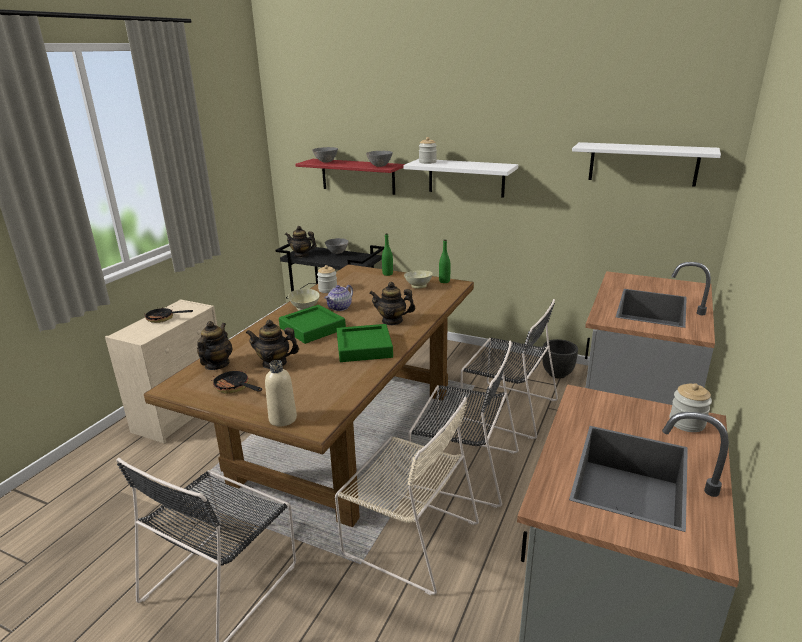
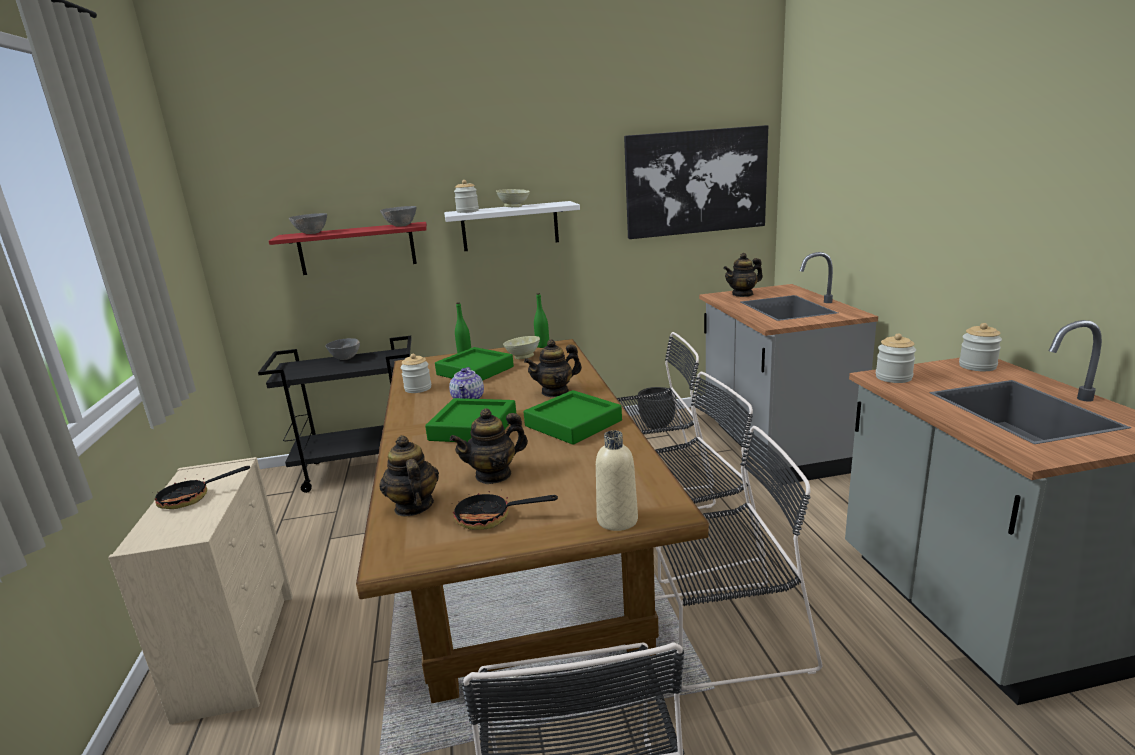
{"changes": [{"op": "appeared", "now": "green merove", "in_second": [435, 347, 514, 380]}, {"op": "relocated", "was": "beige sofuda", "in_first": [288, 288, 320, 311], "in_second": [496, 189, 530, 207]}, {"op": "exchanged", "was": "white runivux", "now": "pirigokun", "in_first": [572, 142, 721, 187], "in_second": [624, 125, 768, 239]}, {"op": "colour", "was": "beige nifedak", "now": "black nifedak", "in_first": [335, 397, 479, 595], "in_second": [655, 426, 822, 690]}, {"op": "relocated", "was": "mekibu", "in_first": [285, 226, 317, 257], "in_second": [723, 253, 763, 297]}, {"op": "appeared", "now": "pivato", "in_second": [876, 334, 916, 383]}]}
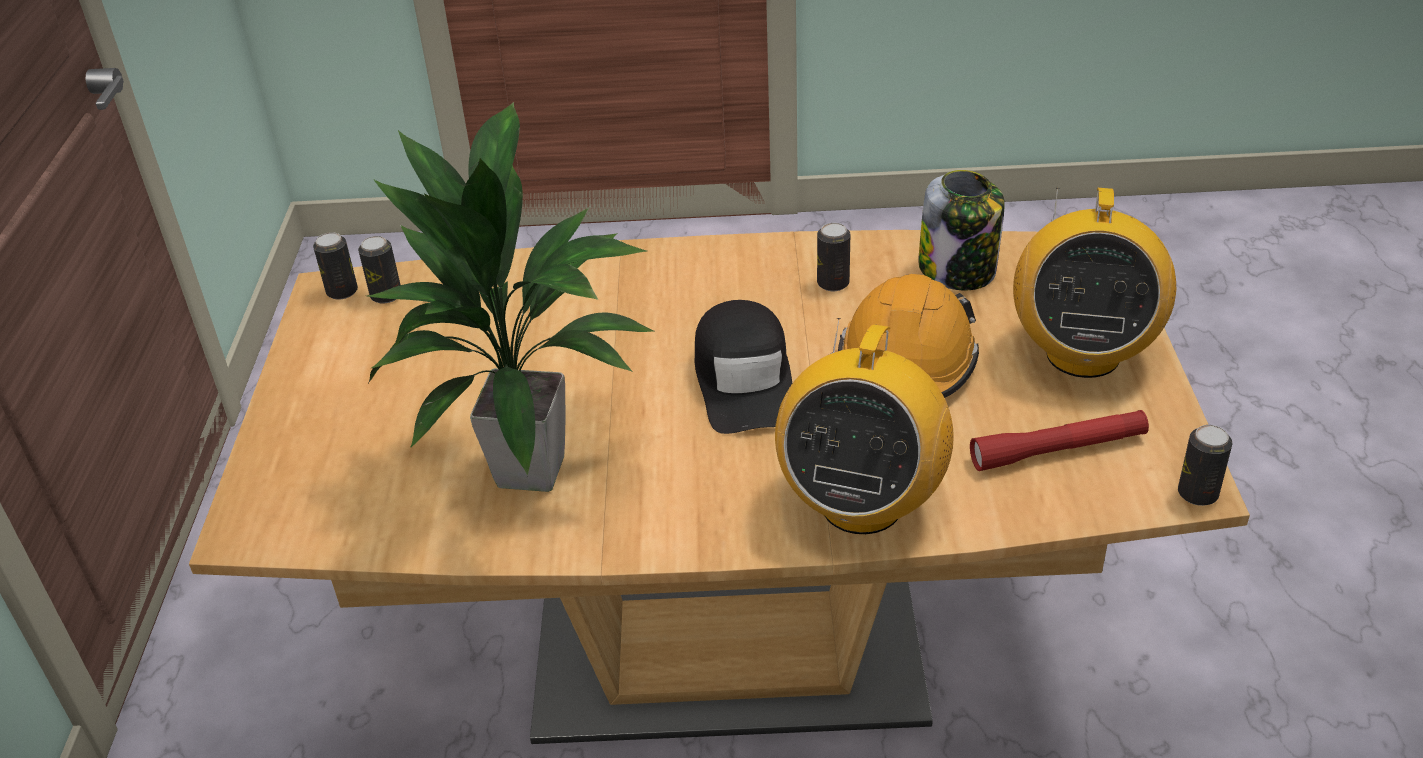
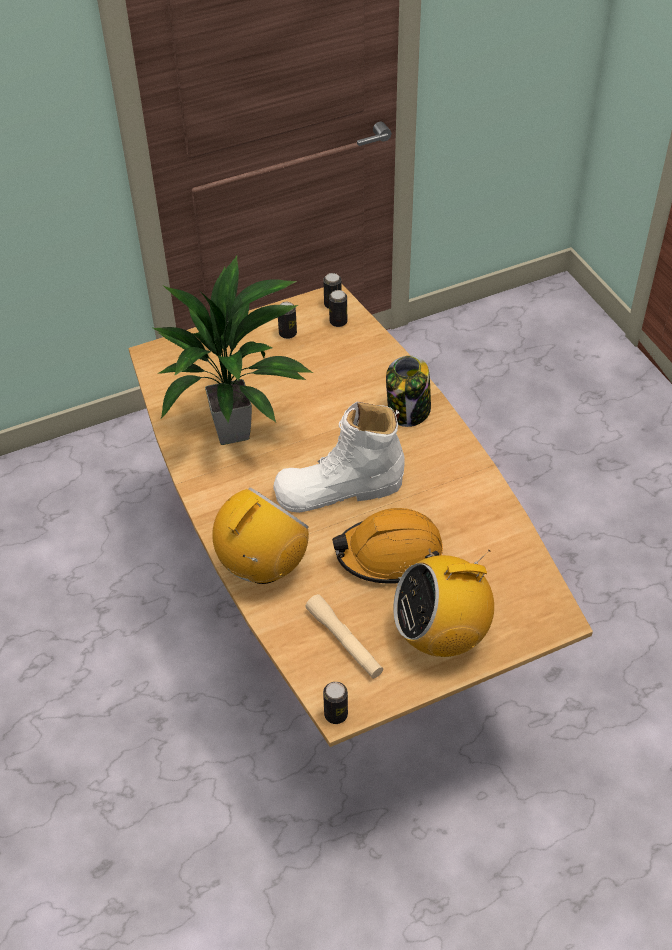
{"changes": [{"op": "spun", "was": "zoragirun", "in_first": [775, 318, 954, 534], "in_second": [212, 487, 309, 584], "clockwise": 135}, {"op": "exchanged", "was": "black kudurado", "now": "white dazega", "in_first": [694, 300, 792, 434], "in_second": [273, 402, 404, 513]}, {"op": "relocated", "was": "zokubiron", "in_first": [817, 223, 850, 291], "in_second": [278, 302, 297, 339]}, {"op": "colour", "was": "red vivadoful", "now": "beige vivadoful", "in_first": [970, 410, 1149, 471], "in_second": [305, 594, 383, 679]}, {"op": "relocated", "was": "pivato", "in_first": [918, 170, 1005, 290], "in_second": [386, 356, 431, 427]}]}
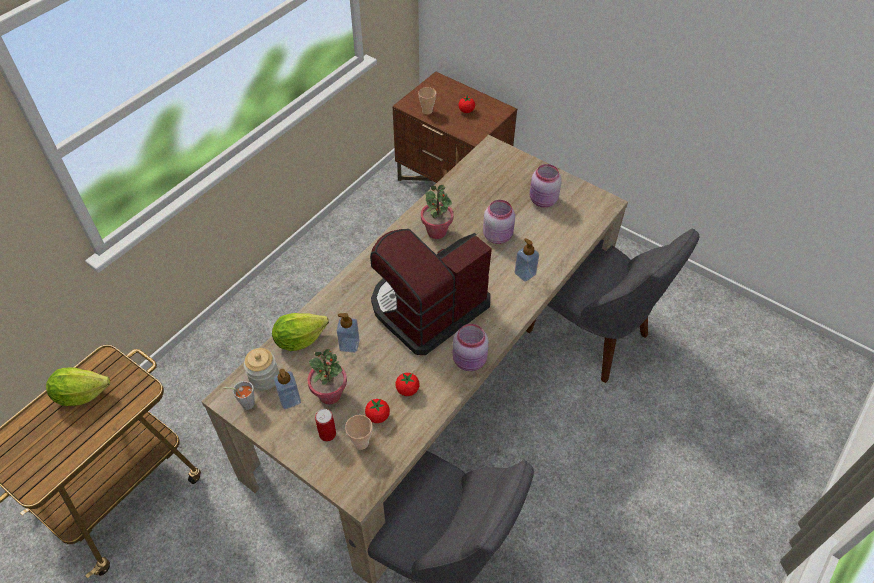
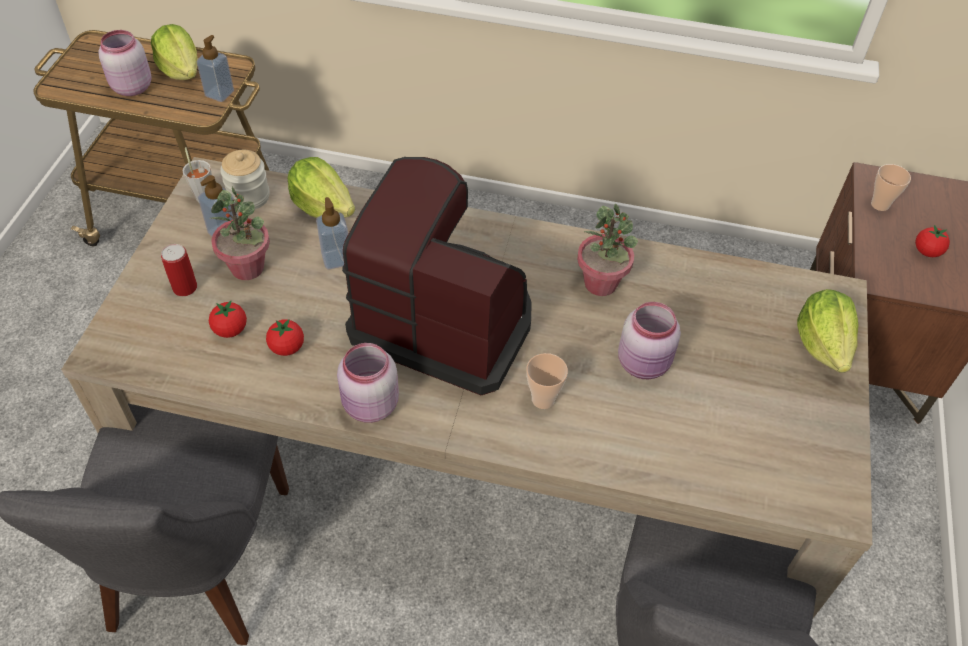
{"changes": [{"op": "relocated", "was": "pink pivato", "in_first": [530, 164, 562, 207], "in_second": [98, 30, 152, 96]}, {"op": "relocated", "was": "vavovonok", "in_first": [515, 238, 539, 282], "in_second": [197, 35, 234, 102]}, {"op": "relocated", "was": "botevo", "in_first": [345, 415, 372, 450], "in_second": [526, 353, 568, 409]}, {"op": "appeared", "now": "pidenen", "in_second": [797, 289, 858, 372]}]}
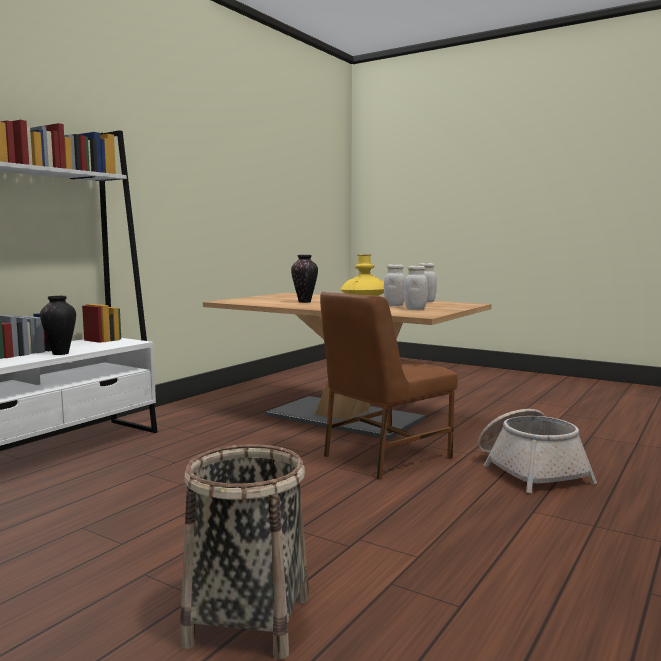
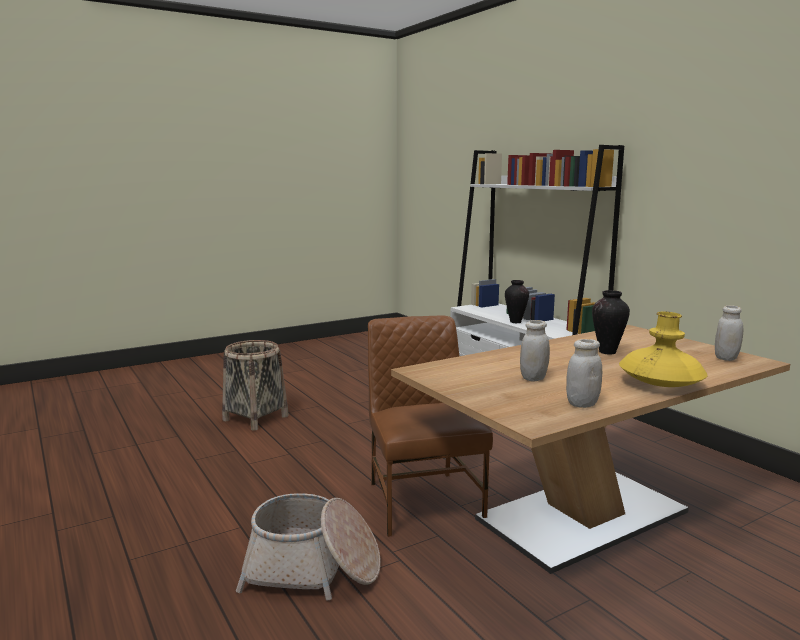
{"changes": [{"op": "relocated", "was": "white pivato", "in_first": [404, 265, 428, 310], "in_second": [715, 305, 743, 361]}]}
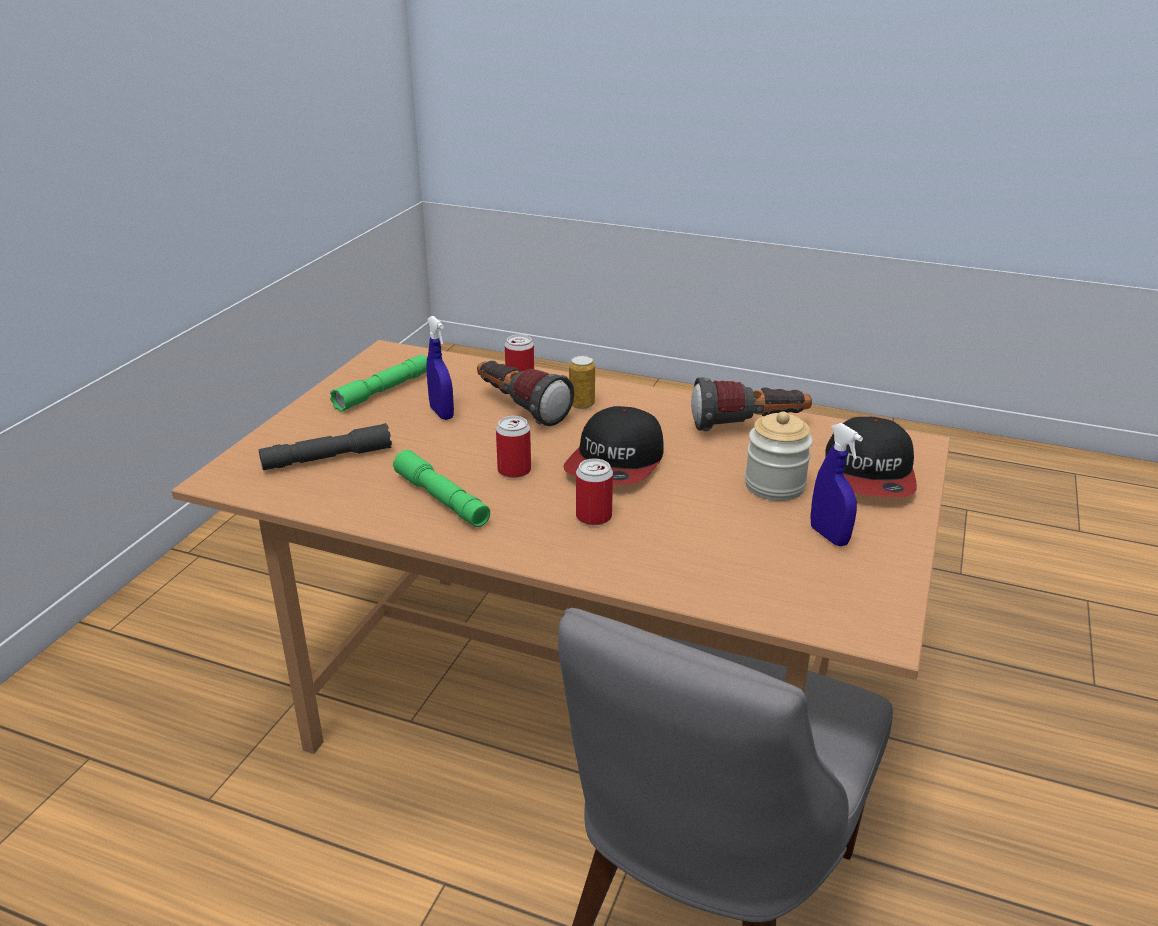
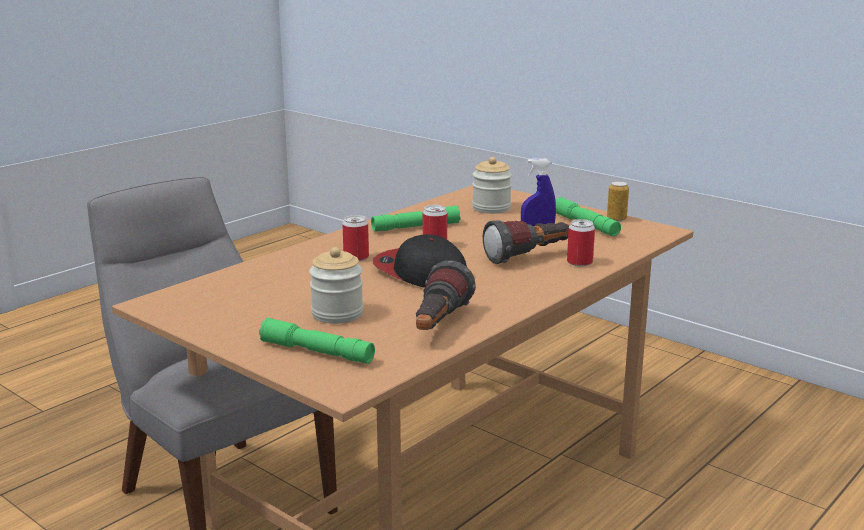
{"changes": [{"op": "exchanged", "was": "kudurado", "now": "green vivadoful", "in_first": [825, 417, 917, 497], "in_second": [259, 318, 375, 364]}, {"op": "exchanged", "was": "grey vivadoful", "now": "pivato", "in_first": [259, 423, 392, 470], "in_second": [472, 157, 512, 214]}, {"op": "relocated", "was": "zokubiron", "in_first": [569, 356, 595, 409], "in_second": [607, 181, 629, 222]}, {"op": "missing", "was": "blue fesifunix", "in_first": [810, 423, 863, 546]}]}
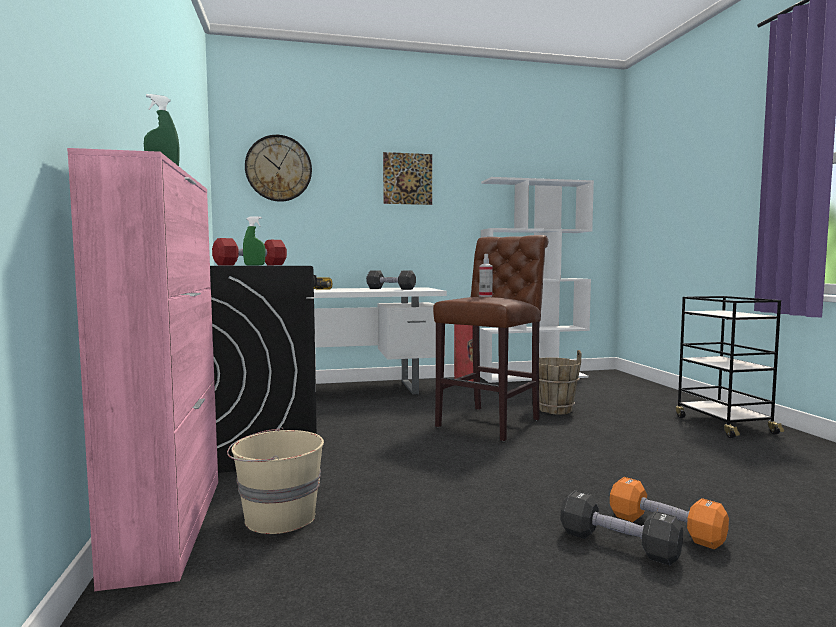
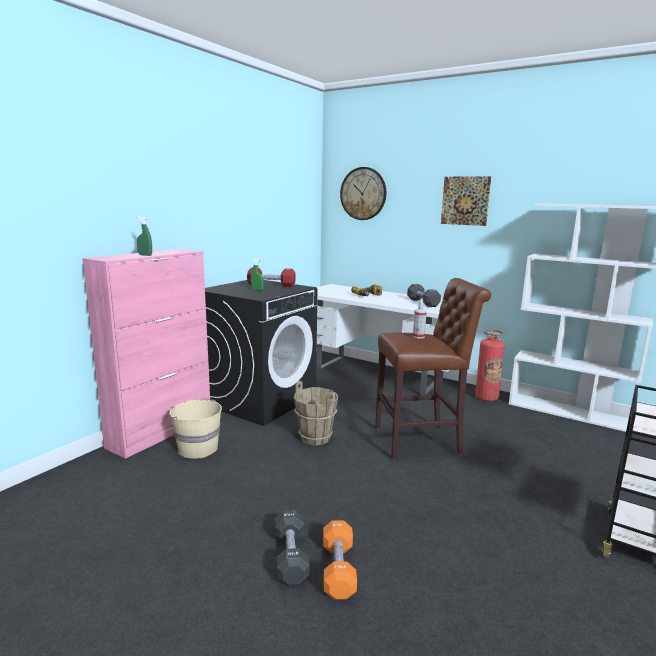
{"changes": [{"op": "relocated", "was": "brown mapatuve", "in_first": [539, 350, 581, 415], "in_second": [294, 381, 338, 446]}]}
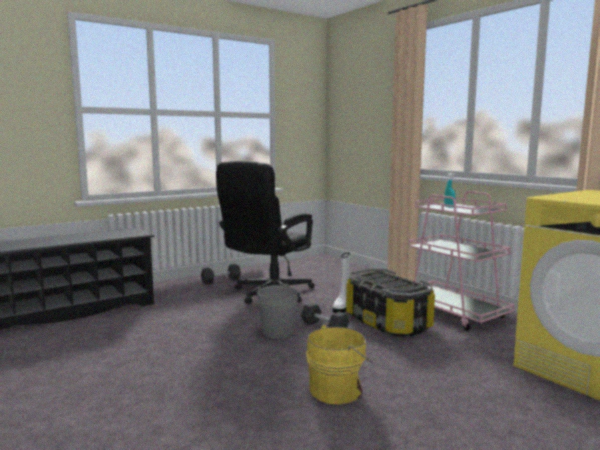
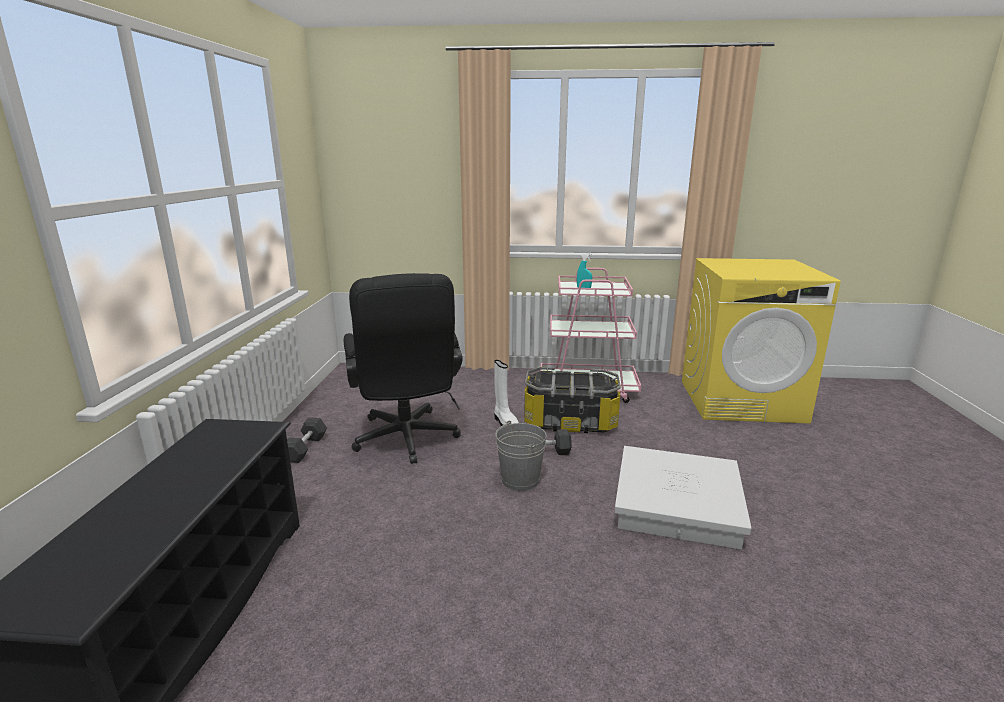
{"changes": [{"op": "exchanged", "was": "yellow mapatuve", "now": "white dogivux", "in_first": [306, 325, 372, 404], "in_second": [615, 446, 751, 550]}]}
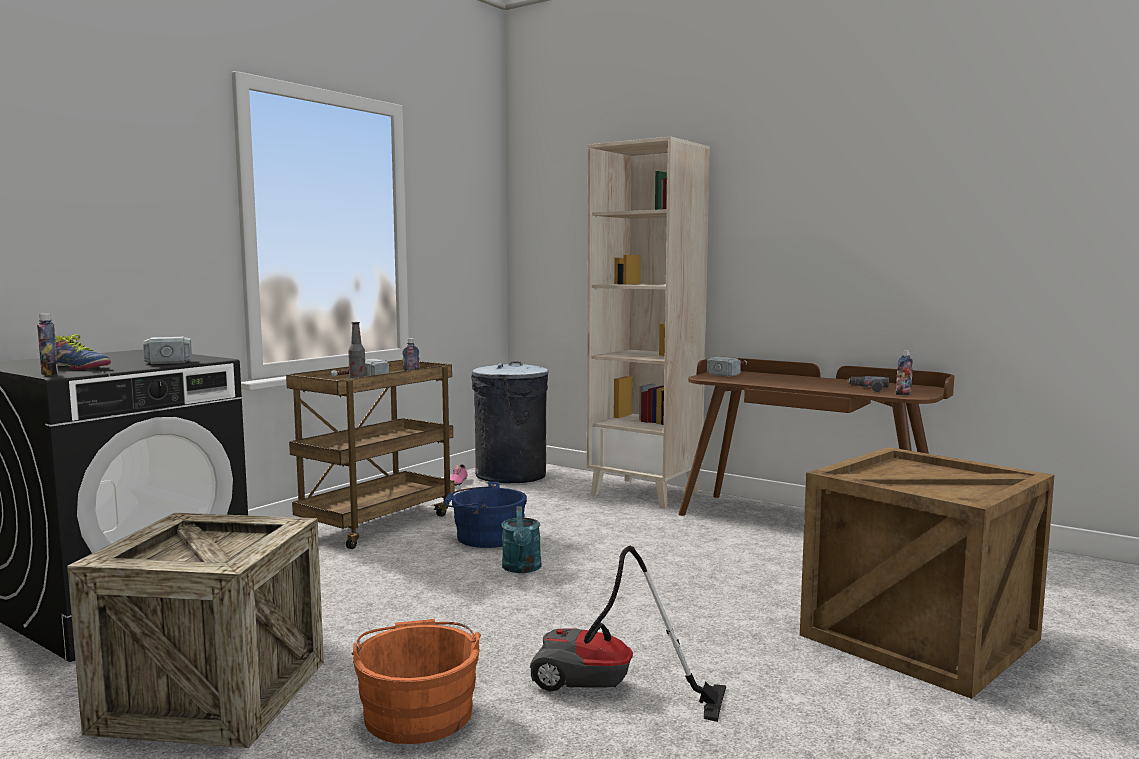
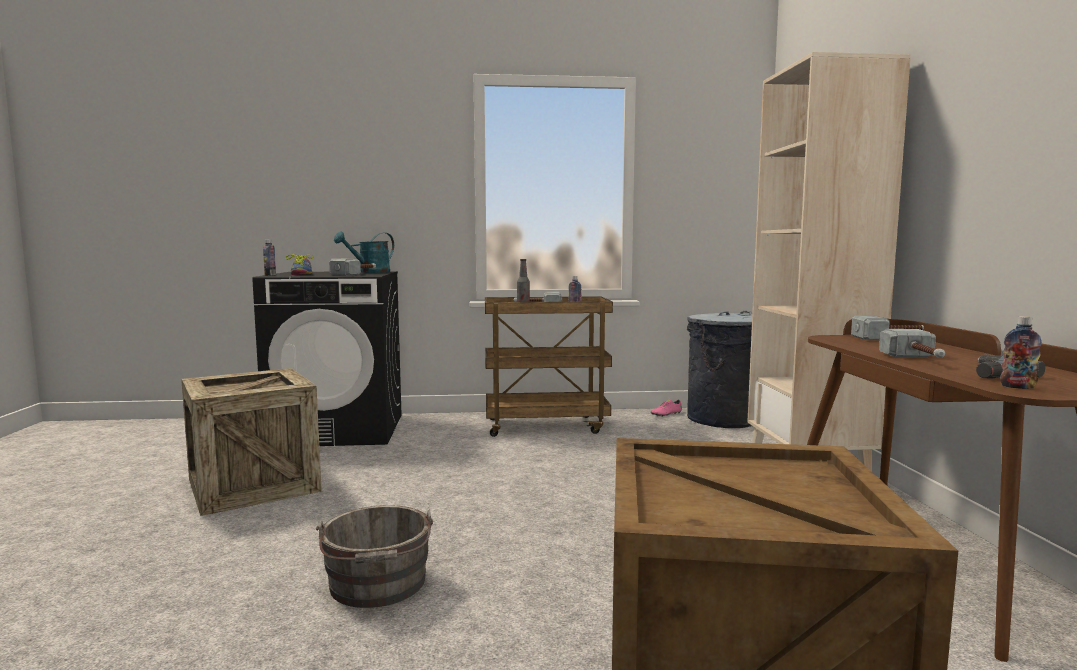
{"changes": [{"op": "exchanged", "was": "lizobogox", "now": "grey mapatuve", "in_first": [530, 546, 726, 722], "in_second": [316, 505, 433, 608]}, {"op": "relocated", "was": "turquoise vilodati", "in_first": [502, 506, 541, 573], "in_second": [334, 231, 394, 273]}, {"op": "appeared", "now": "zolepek", "in_second": [879, 329, 945, 358]}, {"op": "missing", "was": "orange mapatuve", "in_first": [351, 619, 481, 744]}, {"op": "missing", "was": "blue mapatuve", "in_first": [444, 482, 527, 548]}]}
